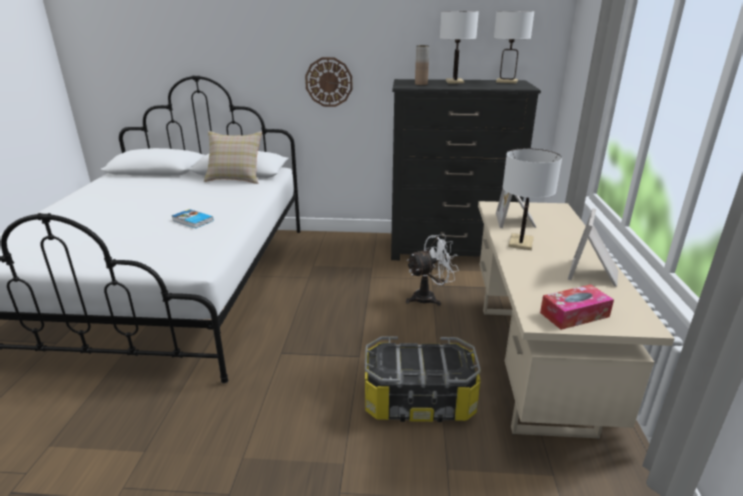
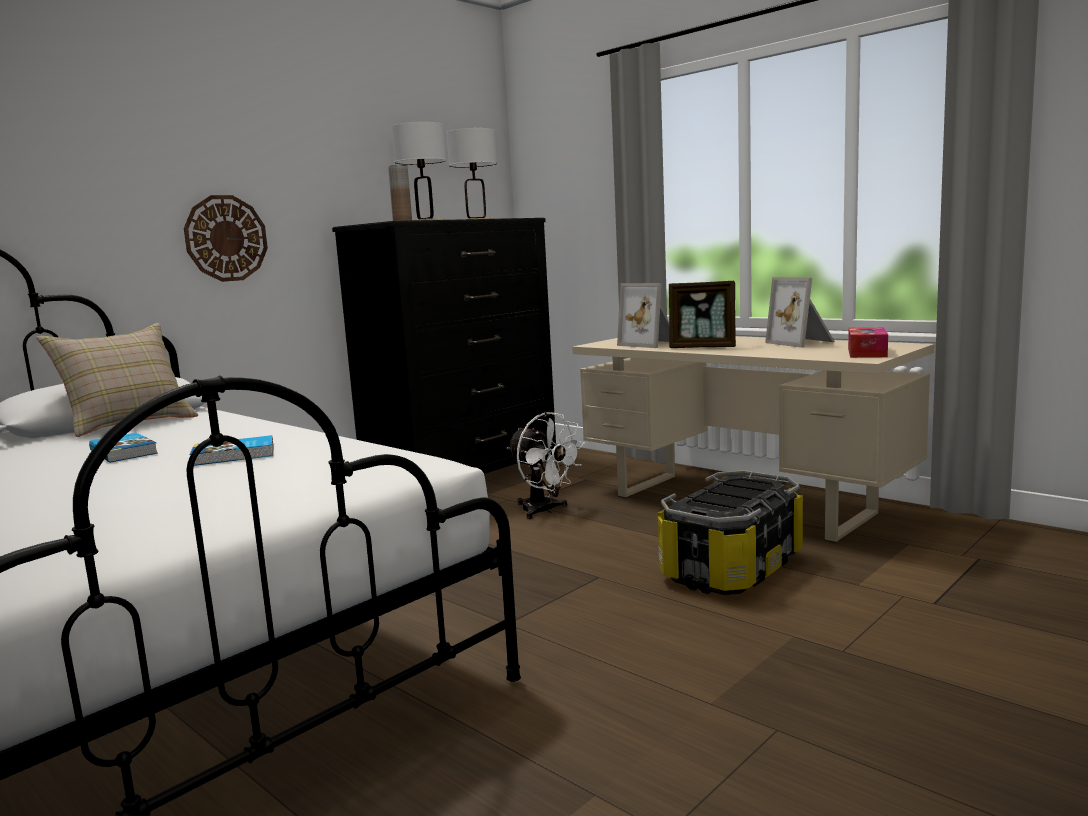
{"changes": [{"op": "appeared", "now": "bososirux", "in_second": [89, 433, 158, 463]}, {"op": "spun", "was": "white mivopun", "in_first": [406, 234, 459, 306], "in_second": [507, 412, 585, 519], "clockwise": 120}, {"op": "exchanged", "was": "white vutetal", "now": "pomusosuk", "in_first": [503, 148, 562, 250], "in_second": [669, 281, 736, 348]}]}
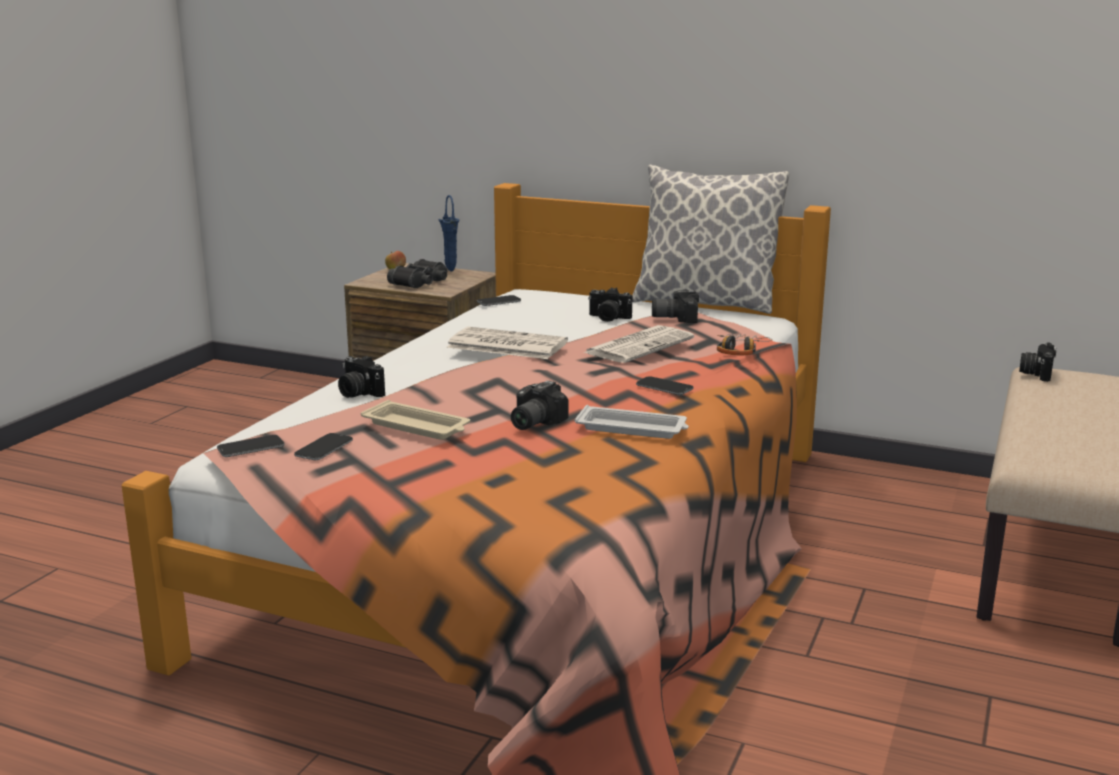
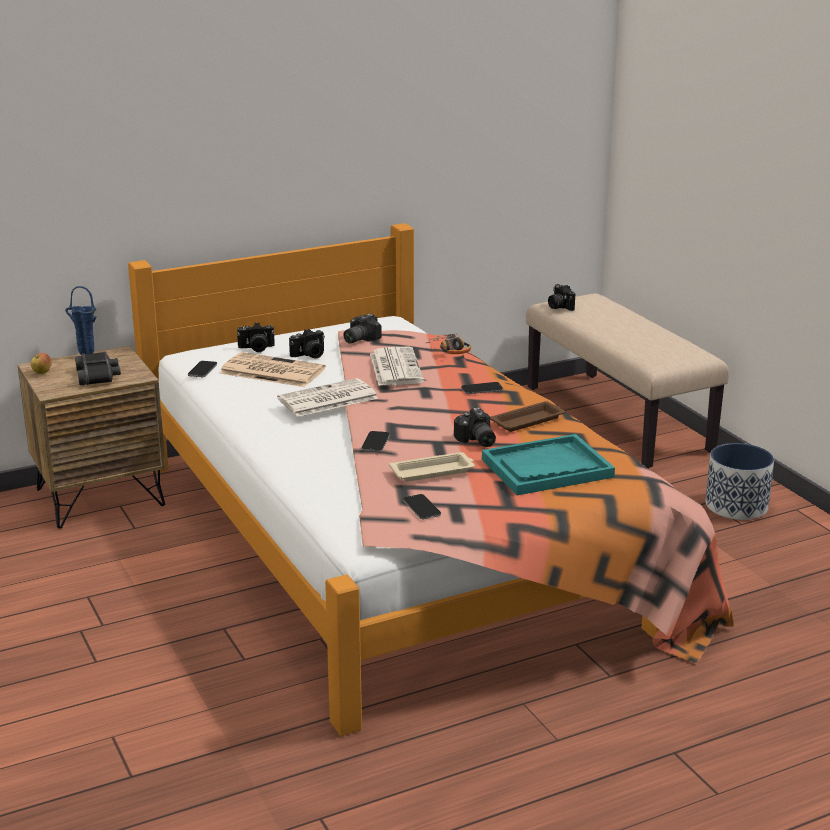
{"changes": [{"op": "appeared", "now": "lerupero", "in_second": [219, 352, 326, 387]}, {"op": "relocated", "was": "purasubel", "in_first": [338, 356, 385, 398], "in_second": [237, 322, 275, 352]}, {"op": "relocated", "was": "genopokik", "in_first": [217, 435, 284, 457], "in_second": [361, 431, 390, 452]}, {"op": "appeared", "now": "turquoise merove", "in_second": [482, 434, 615, 495]}, {"op": "colour", "was": "white merove", "now": "brown merove", "in_first": [574, 405, 689, 439], "in_second": [490, 401, 565, 432]}, {"op": "appeared", "now": "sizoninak", "in_second": [706, 443, 774, 520]}, {"op": "missing", "was": "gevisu", "in_first": [632, 164, 790, 314]}]}
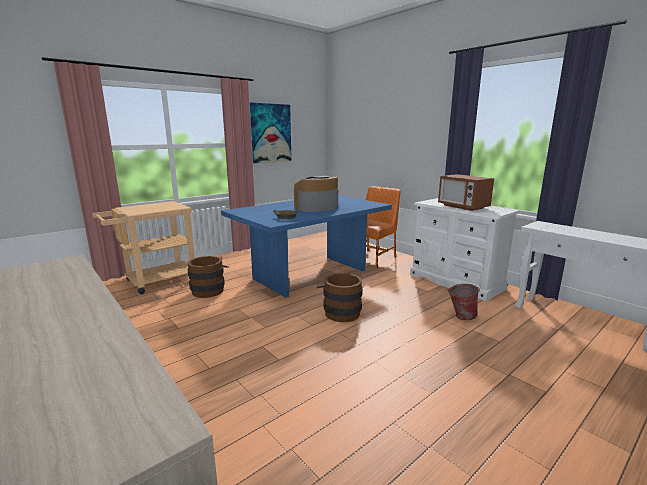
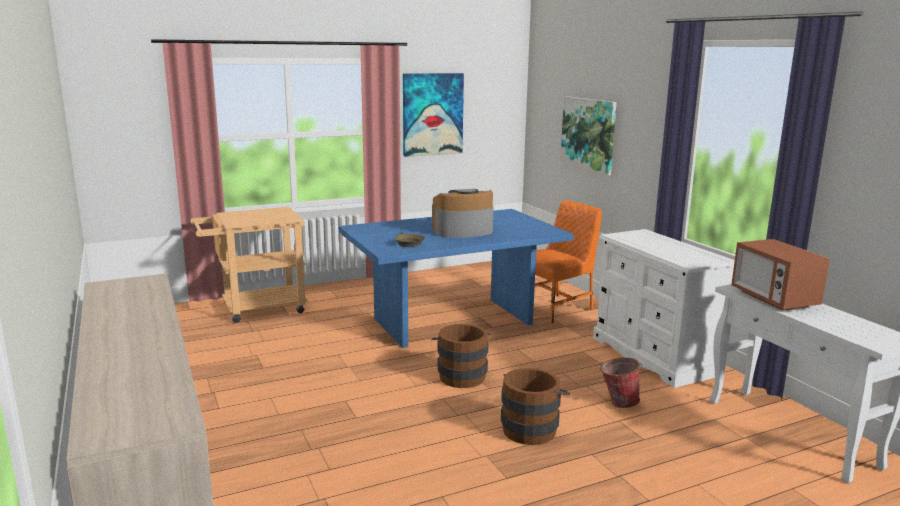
{"changes": [{"op": "relocated", "was": "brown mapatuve", "in_first": [188, 256, 229, 298], "in_second": [501, 368, 570, 445]}, {"op": "appeared", "now": "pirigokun", "in_second": [560, 96, 617, 175]}, {"op": "relocated", "was": "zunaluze", "in_first": [438, 174, 494, 211], "in_second": [731, 239, 830, 310]}]}
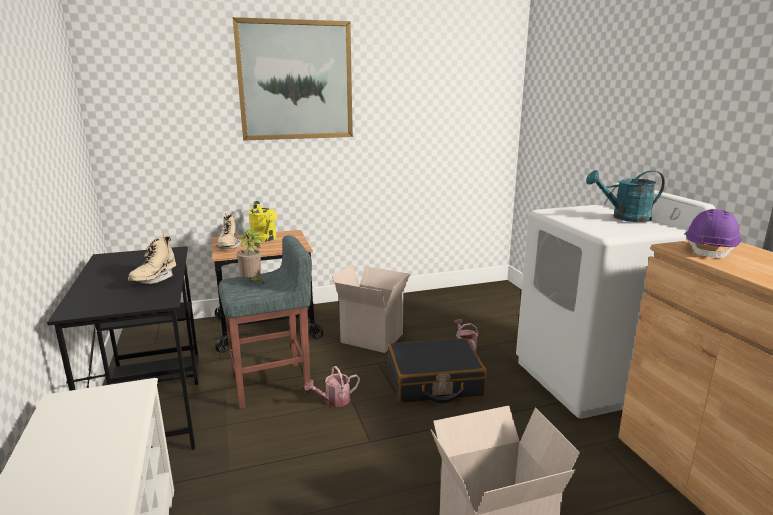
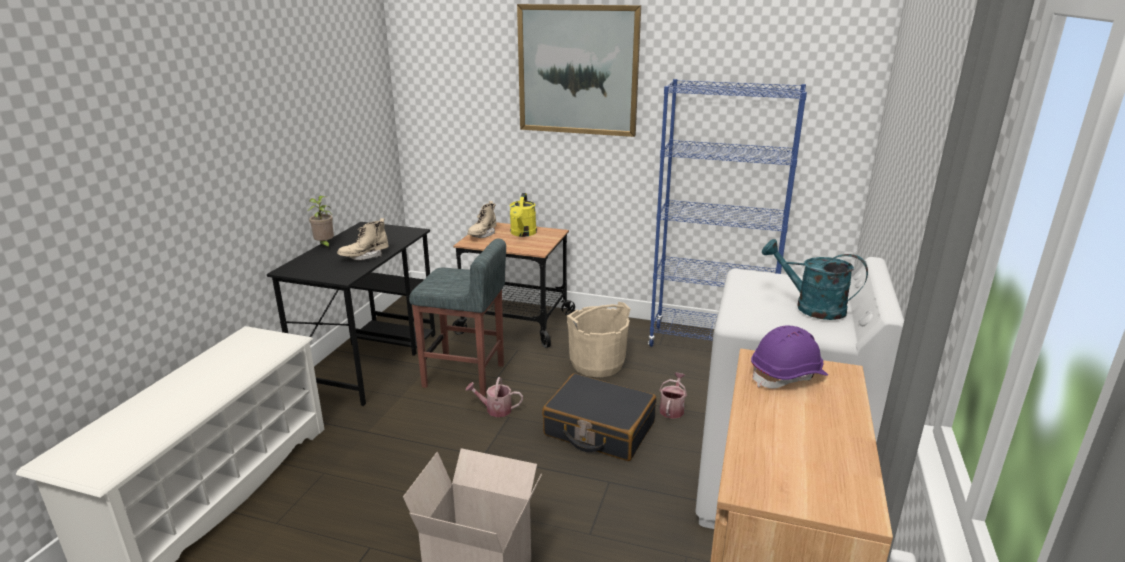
{"changes": [{"op": "relocated", "was": "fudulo", "in_first": [236, 229, 264, 285], "in_second": [308, 196, 334, 248]}, {"op": "exchanged", "was": "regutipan", "now": "beige mapatuve", "in_first": [332, 264, 411, 353], "in_second": [567, 302, 630, 377]}, {"op": "appeared", "now": "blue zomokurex", "in_second": [648, 79, 807, 347]}]}
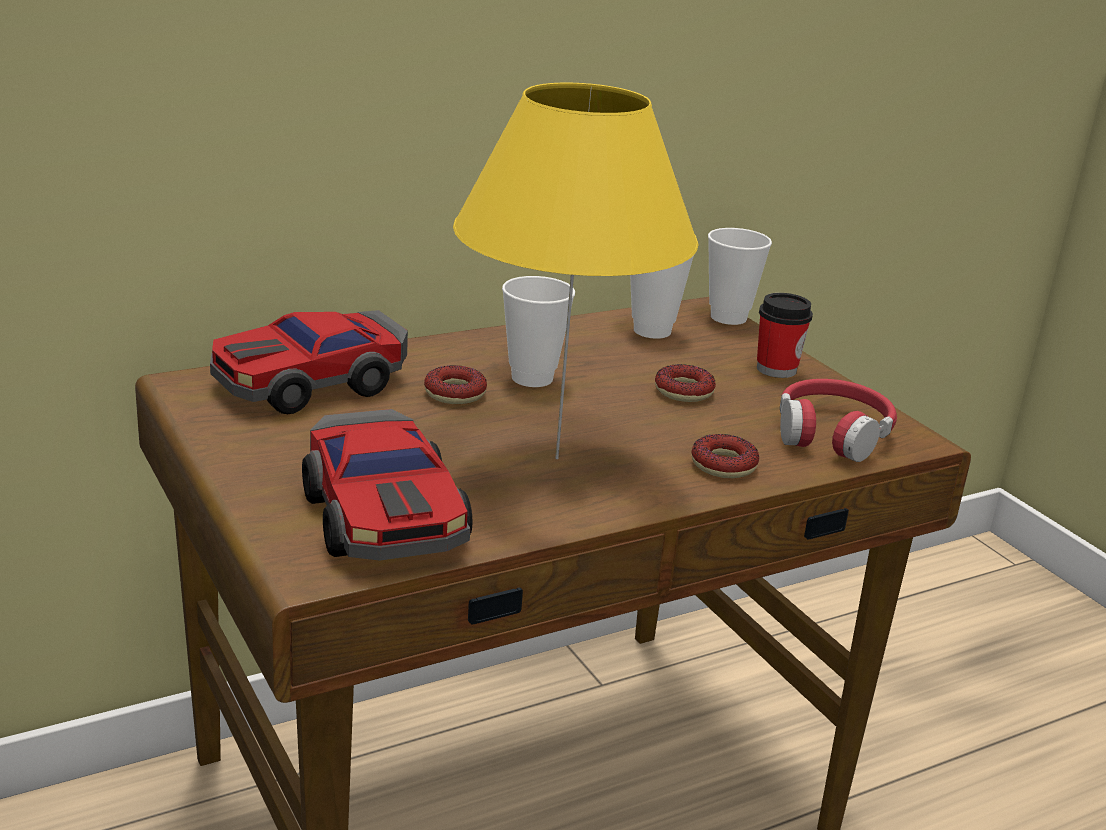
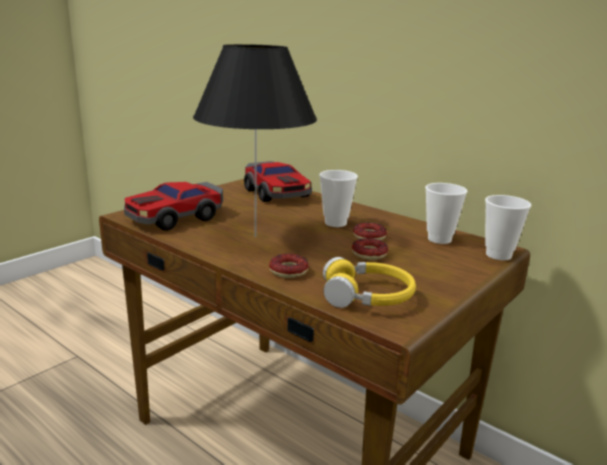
{"changes": [{"op": "colour", "was": "yellow vutetal", "now": "black vutetal", "in_first": [453, 83, 698, 459], "in_second": [193, 44, 317, 238]}, {"op": "spun", "was": "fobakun", "in_first": [210, 310, 408, 414], "in_second": [244, 161, 312, 202], "clockwise": -150}, {"op": "colour", "was": "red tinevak", "now": "yellow tinevak", "in_first": [780, 379, 897, 462], "in_second": [323, 257, 416, 308]}, {"op": "relocated", "was": "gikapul", "in_first": [424, 365, 487, 404], "in_second": [353, 222, 387, 240]}, {"op": "missing", "was": "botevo", "in_first": [757, 293, 813, 378]}]}
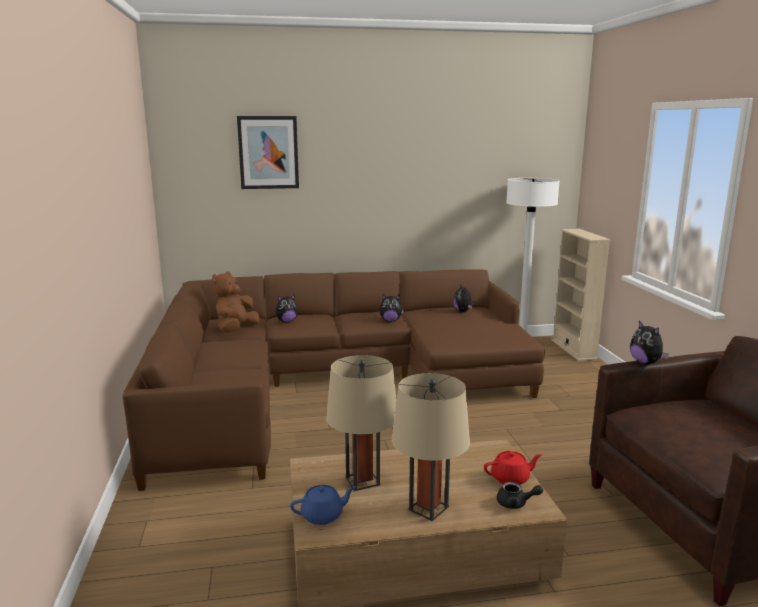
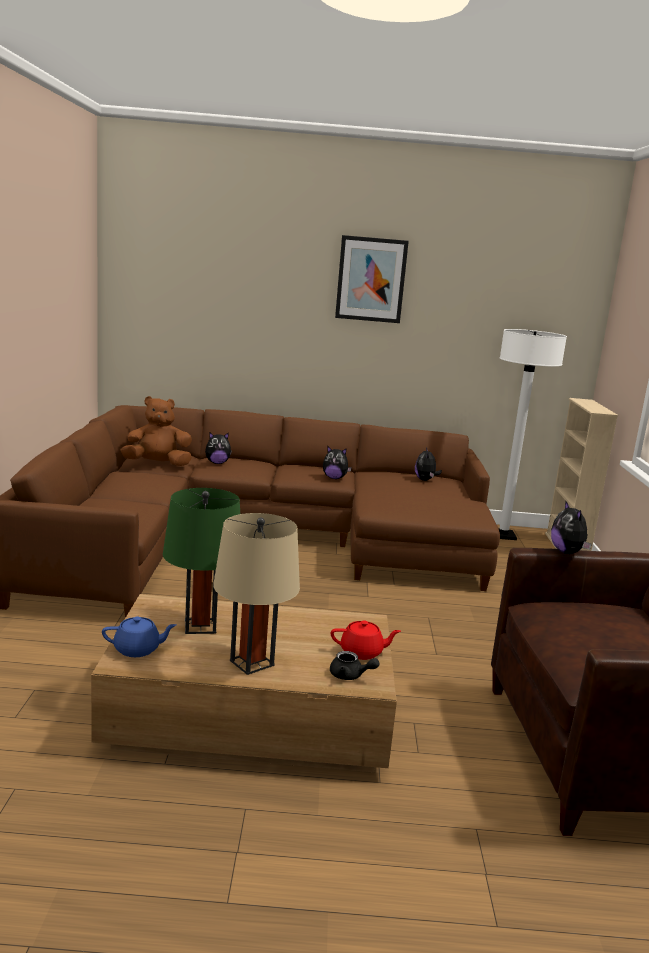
{"changes": [{"op": "spun", "was": "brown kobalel", "in_first": [212, 272, 260, 333], "in_second": [121, 396, 192, 466], "clockwise": 45}, {"op": "colour", "was": "beige vutetal", "now": "green vutetal", "in_first": [326, 355, 397, 491], "in_second": [163, 488, 240, 634]}, {"op": "relocated", "was": "pirigokun", "in_first": [237, 116, 299, 189], "in_second": [335, 235, 409, 323]}]}
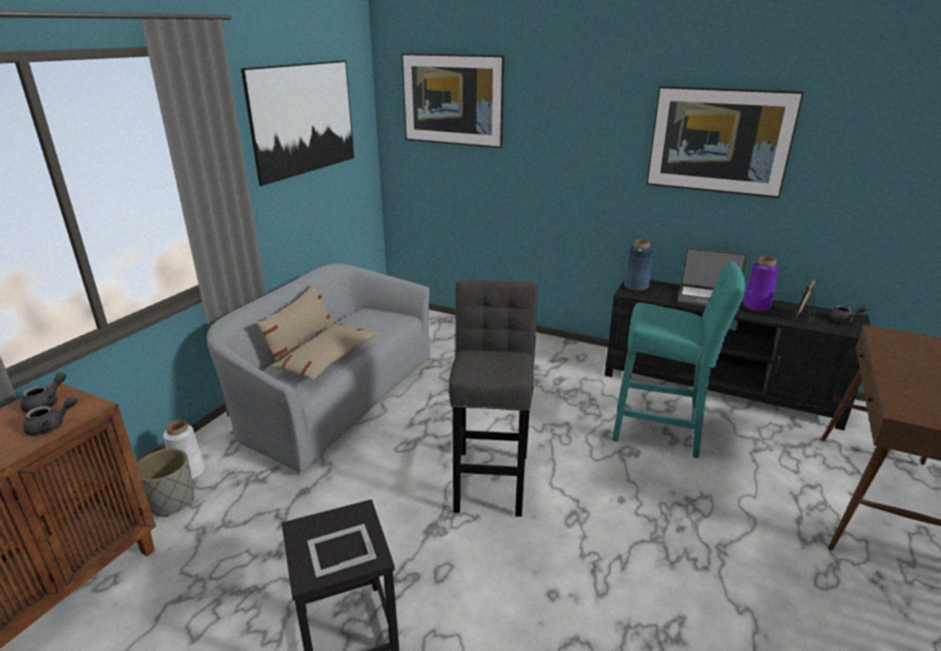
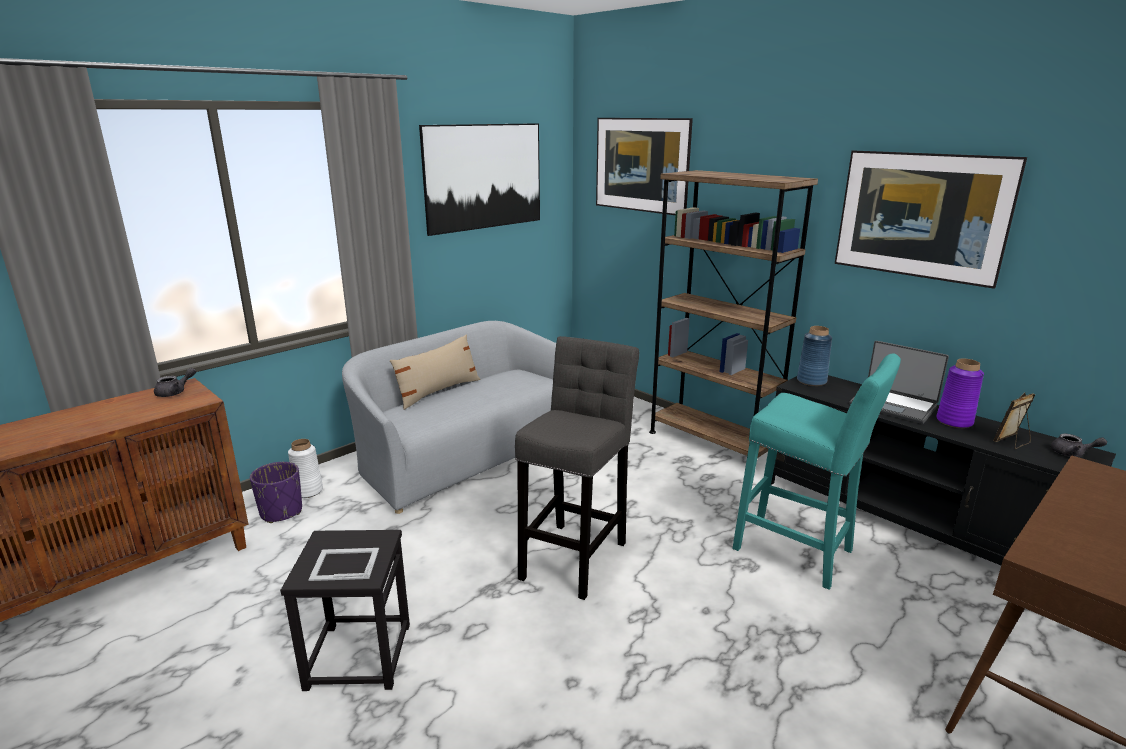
{"changes": [{"op": "colour", "was": "grey sizoninak", "now": "purple sizoninak", "in_first": [137, 448, 194, 517], "in_second": [250, 462, 302, 523]}, {"op": "appeared", "now": "brown zomokurex", "in_second": [649, 170, 818, 458]}, {"op": "missing", "was": "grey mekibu", "in_first": [23, 396, 78, 436]}, {"op": "missing", "was": "beige gevisu", "in_first": [271, 323, 378, 380]}]}
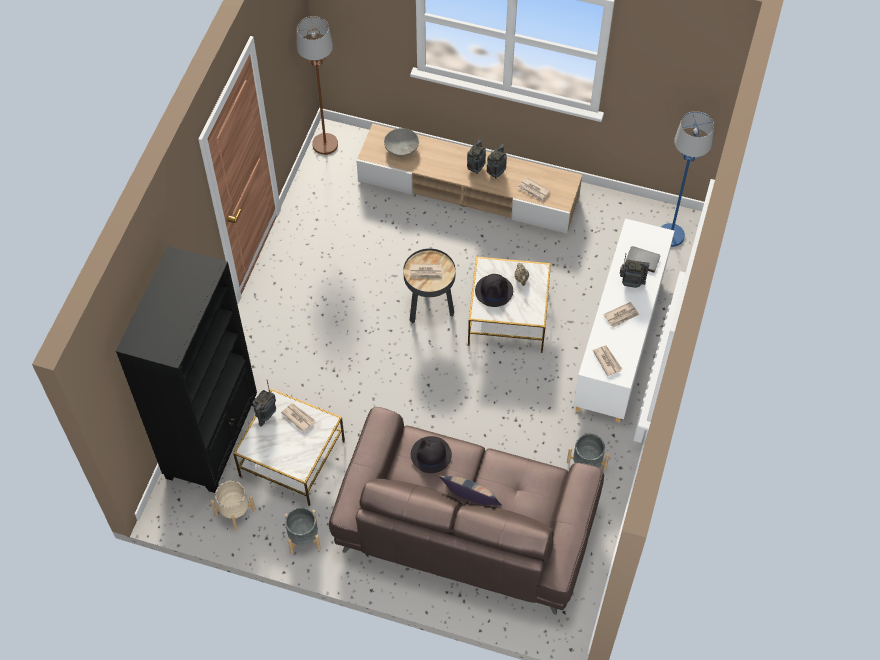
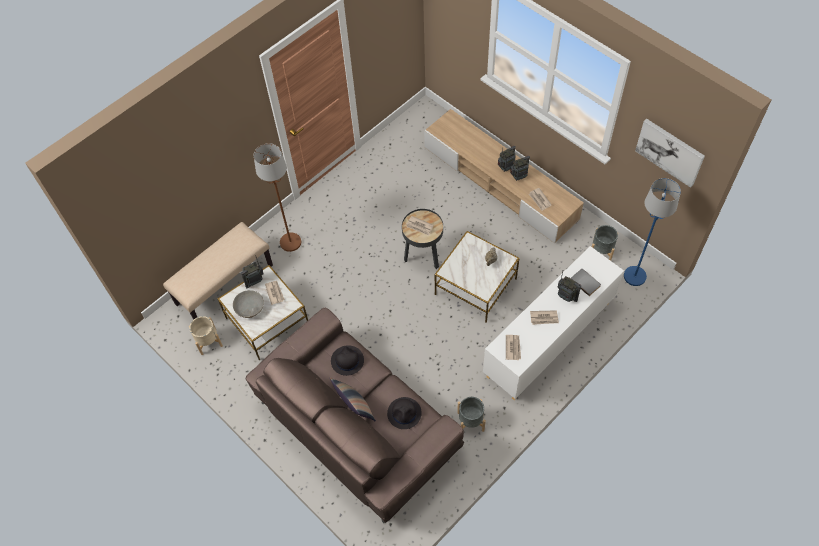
{"changes": [{"op": "exchanged", "was": "black zomokurex", "now": "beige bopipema", "in_first": [116, 246, 257, 493], "in_second": [163, 222, 273, 320]}, {"op": "relocated", "was": "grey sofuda", "in_first": [384, 128, 419, 157], "in_second": [233, 290, 264, 318]}, {"op": "relocated", "was": "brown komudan", "in_first": [297, 16, 338, 155], "in_second": [254, 143, 301, 252]}, {"op": "relocated", "was": "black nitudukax", "in_first": [475, 274, 513, 307], "in_second": [387, 397, 422, 429]}, {"op": "relocated", "was": "grey sizoninak", "in_first": [285, 507, 321, 554], "in_second": [592, 225, 618, 261]}, {"op": "appeared", "now": "pirigokun", "in_second": [635, 119, 705, 188]}]}
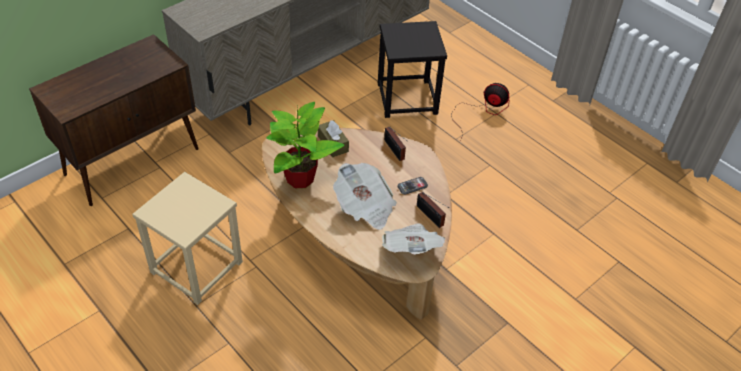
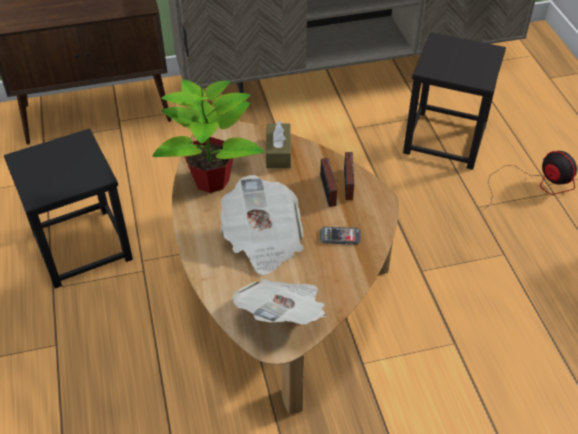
{"changes": [{"op": "colour", "was": "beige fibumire", "now": "black fibumire", "in_first": [132, 172, 243, 305], "in_second": [4, 129, 133, 288]}, {"op": "relocated", "was": "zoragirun", "in_first": [417, 192, 449, 228], "in_second": [320, 158, 338, 207]}]}
